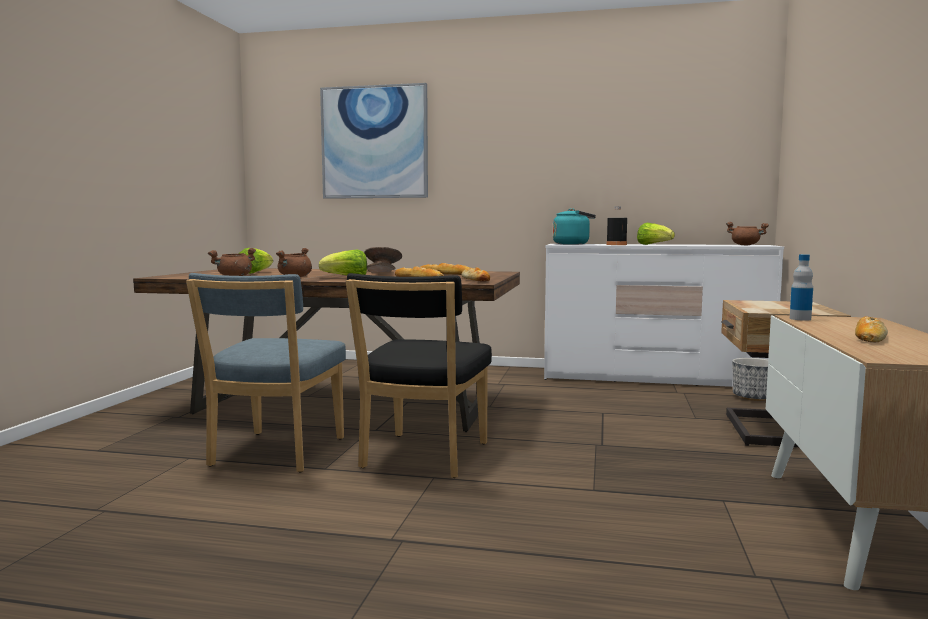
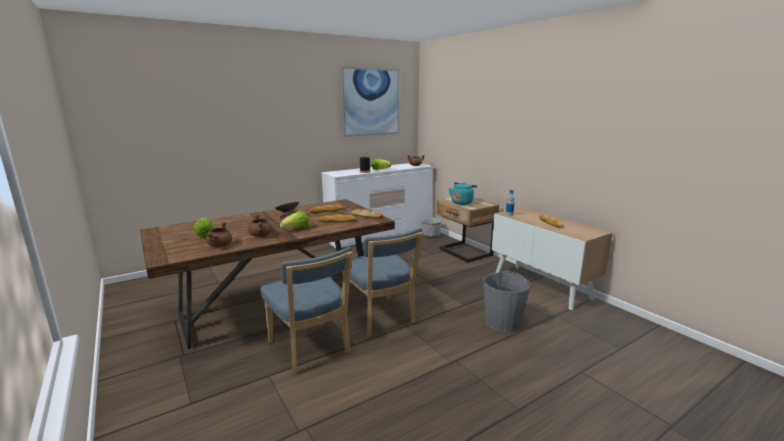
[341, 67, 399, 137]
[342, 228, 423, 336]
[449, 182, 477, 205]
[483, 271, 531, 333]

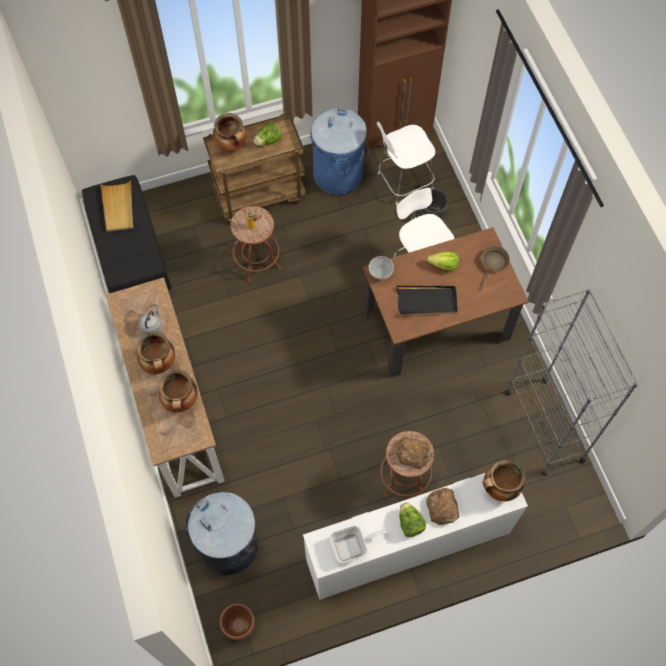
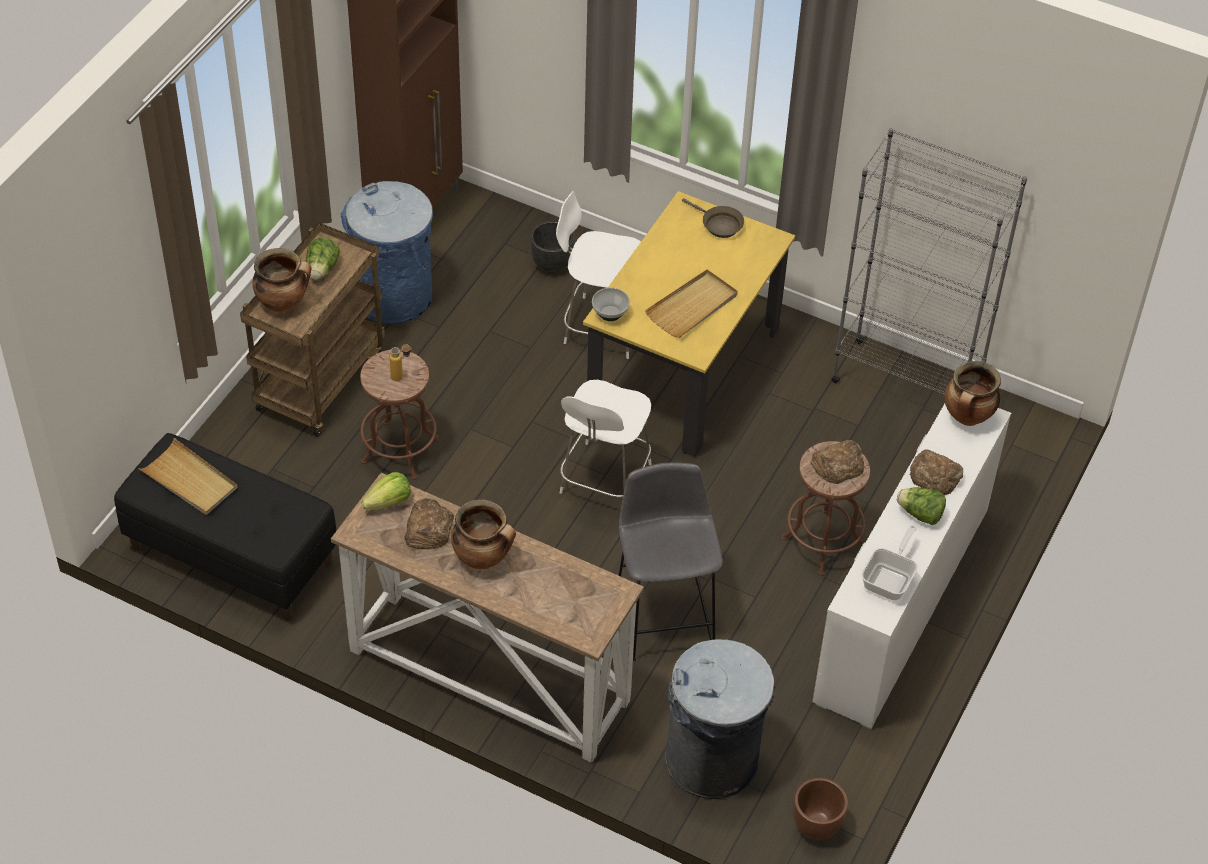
[362, 472, 411, 509]
[405, 498, 454, 549]
[560, 380, 651, 498]
[583, 191, 795, 457]
[618, 462, 723, 661]
[645, 270, 738, 338]
[682, 198, 744, 238]
[159, 369, 198, 412] (first image)

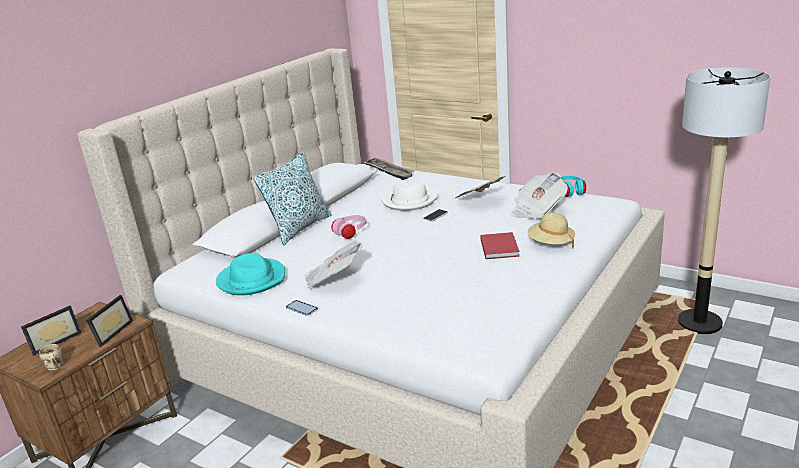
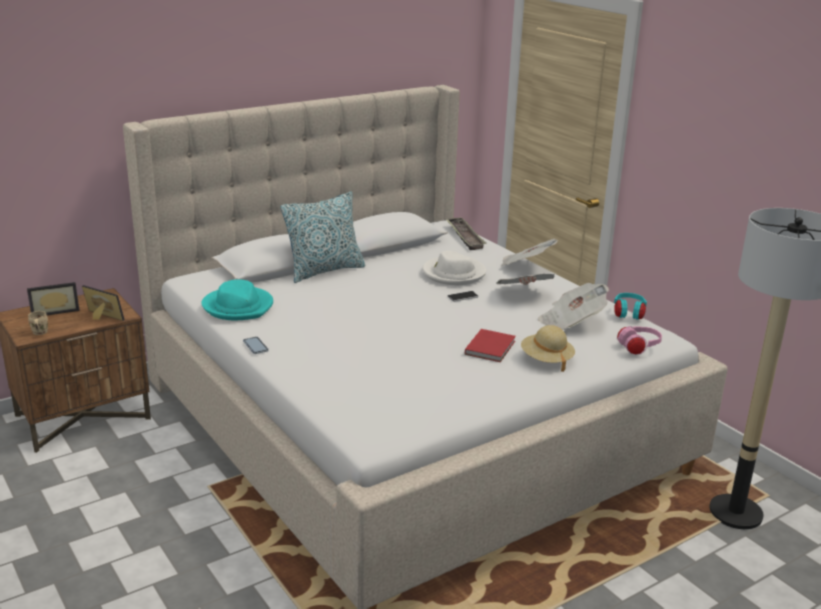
[82, 285, 125, 321]
[502, 238, 558, 266]
[617, 326, 662, 355]

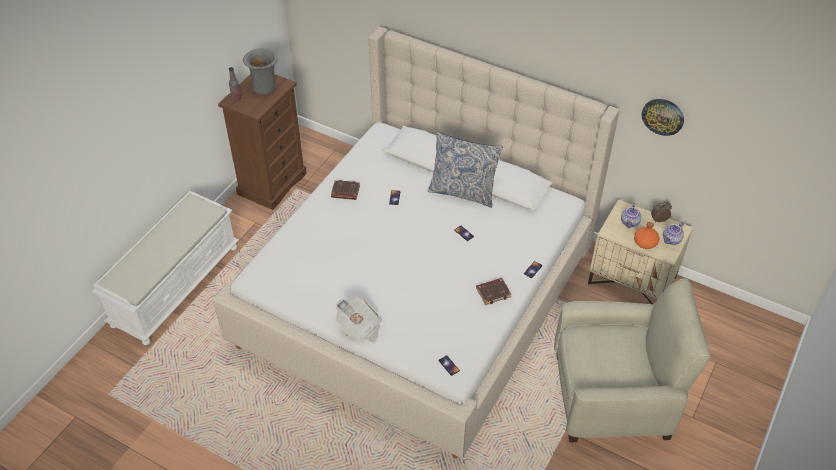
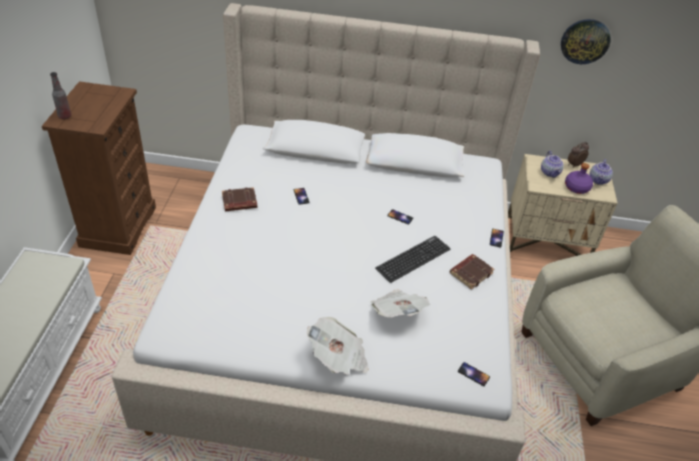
[371, 289, 430, 317]
[375, 236, 450, 283]
[565, 163, 593, 194]
[243, 49, 278, 94] (first image)
[428, 132, 503, 208] (first image)

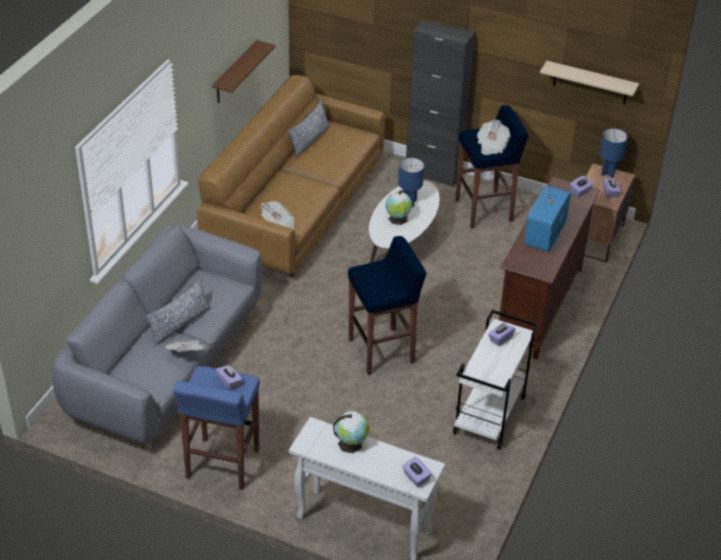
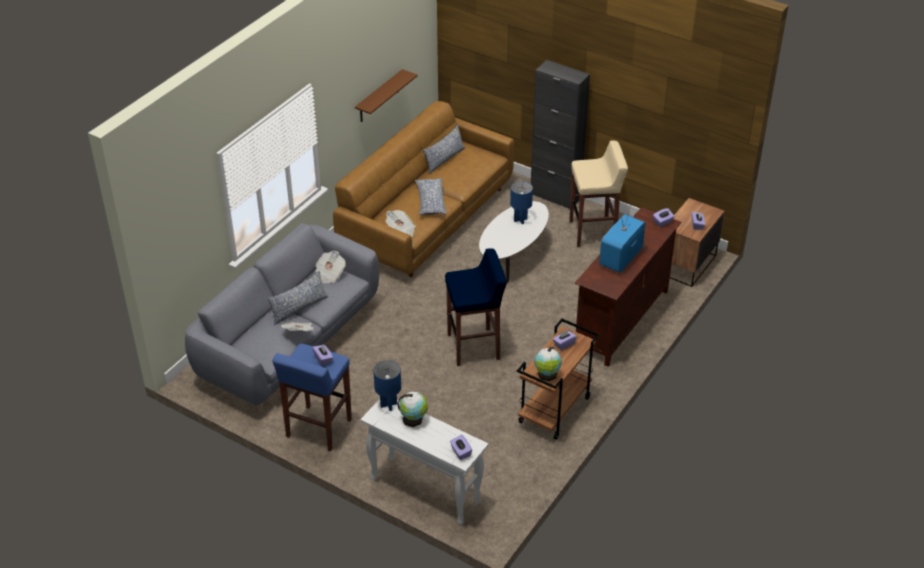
[315, 251, 346, 284]
[373, 360, 401, 411]
[415, 178, 446, 215]
[517, 319, 600, 440]
[534, 347, 562, 381]
[569, 140, 628, 247]
[540, 61, 639, 104] (first image)

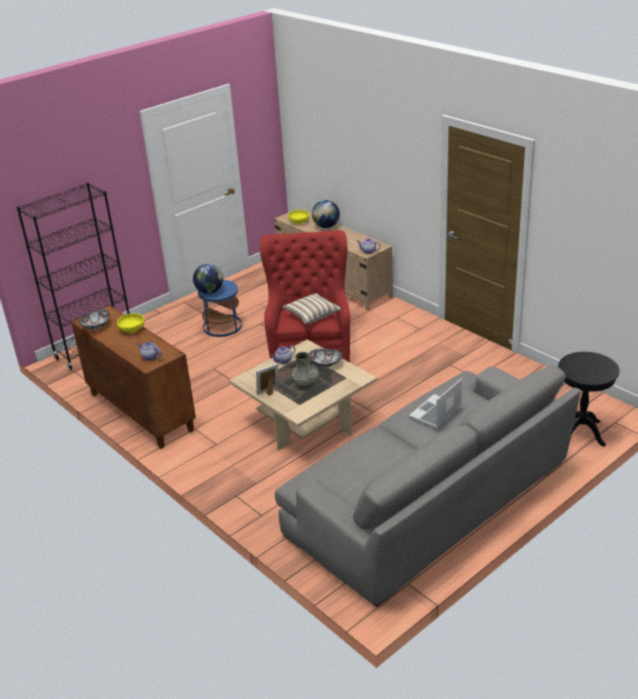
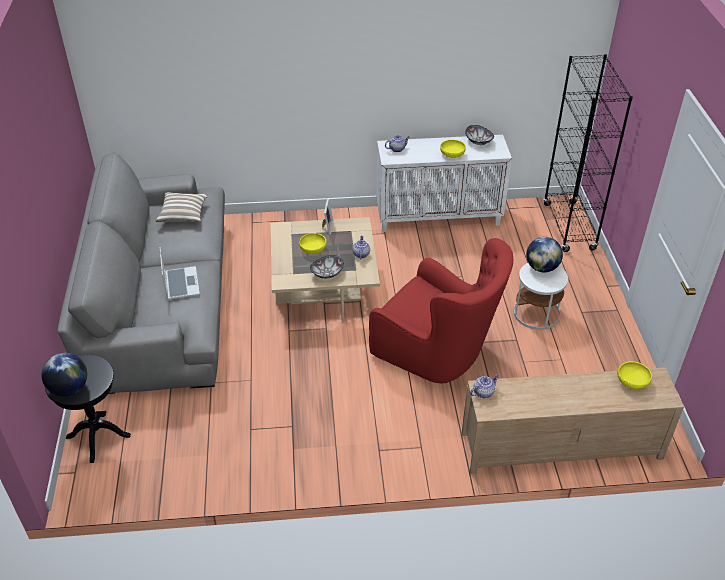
[42, 353, 87, 396]
[156, 192, 208, 222]
[299, 233, 327, 254]
[376, 135, 512, 232]
[514, 263, 568, 330]

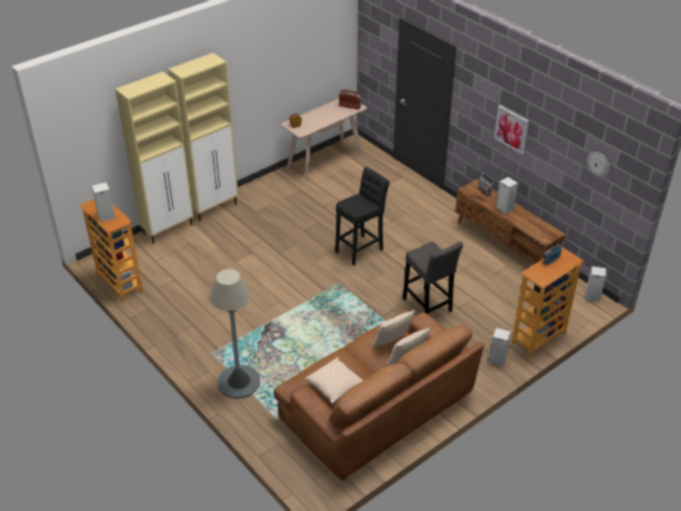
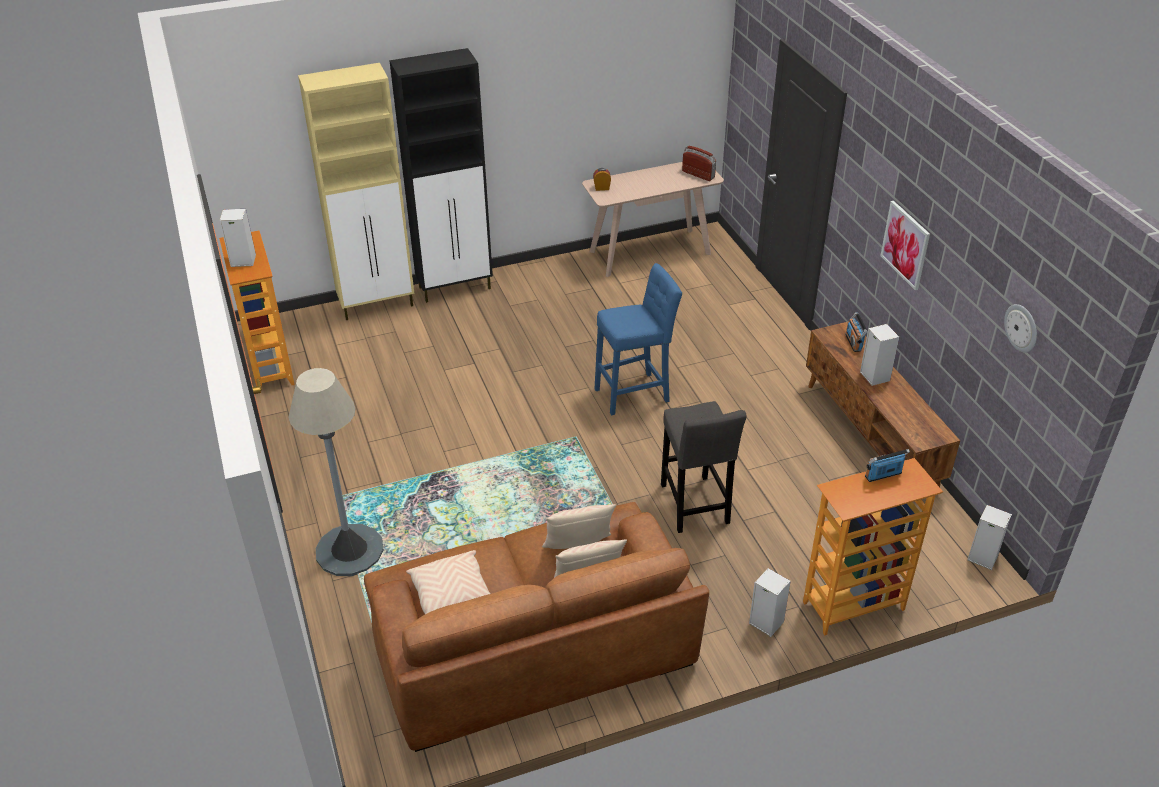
[389, 48, 493, 303]
[594, 263, 682, 415]

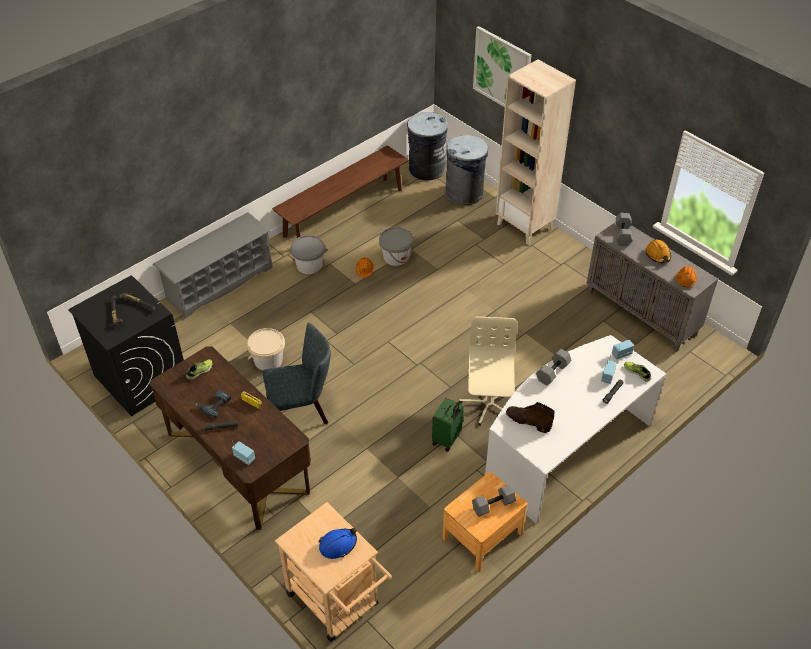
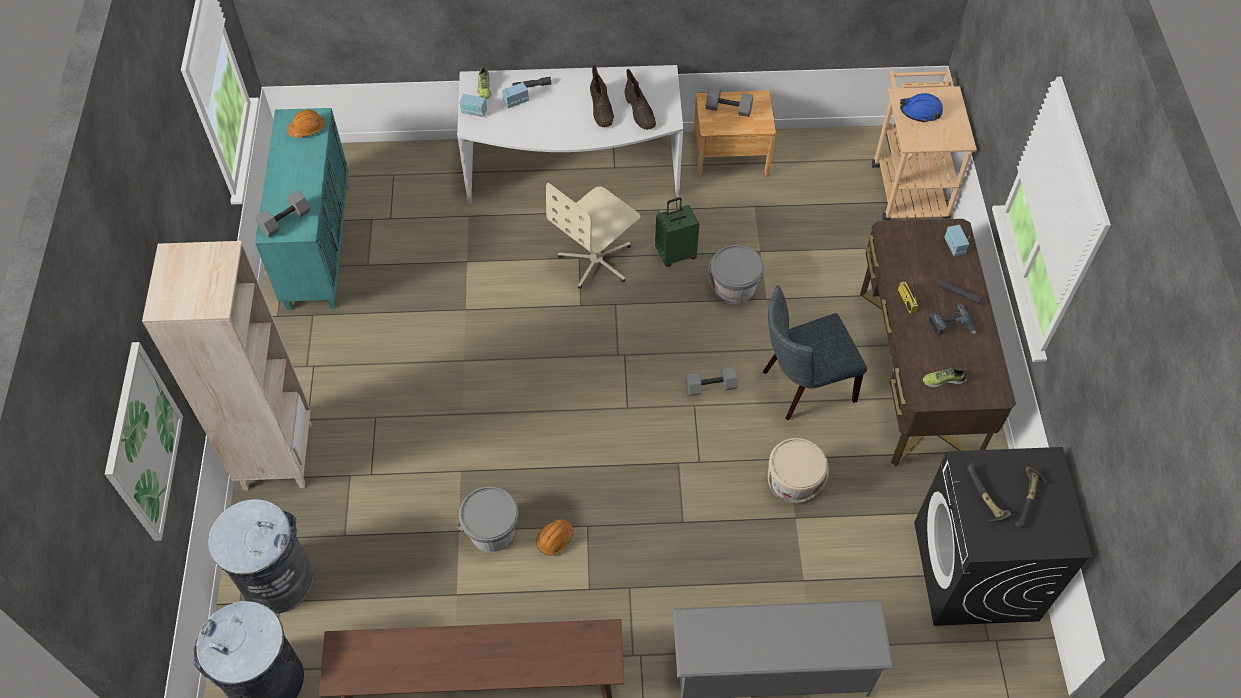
[255, 108, 349, 310]
[590, 65, 614, 127]
[685, 367, 738, 396]
[708, 245, 764, 304]
[763, 285, 867, 420]
[646, 240, 671, 263] (first image)

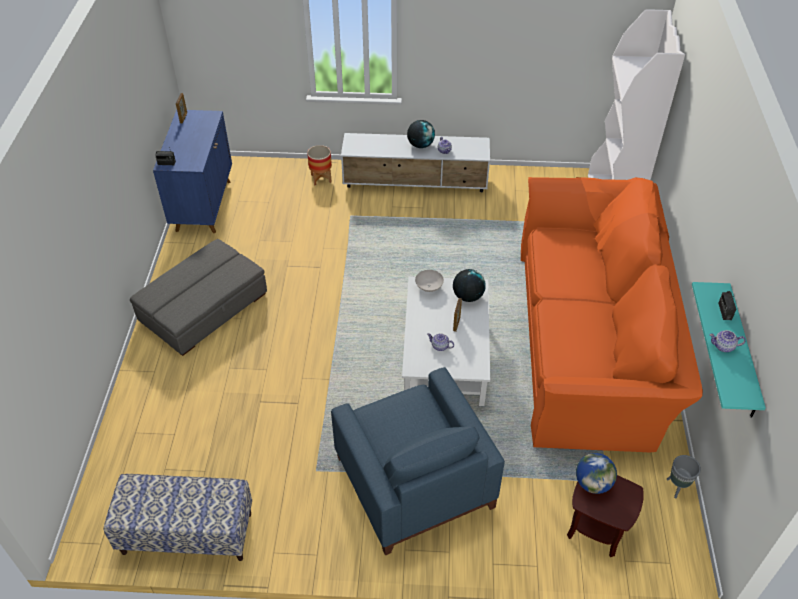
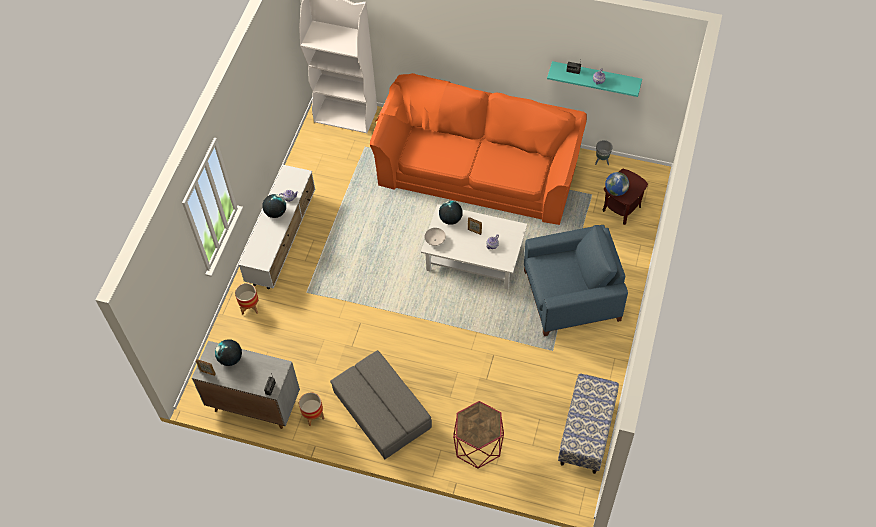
[192, 341, 300, 429]
[215, 339, 242, 366]
[299, 392, 325, 426]
[453, 401, 504, 469]

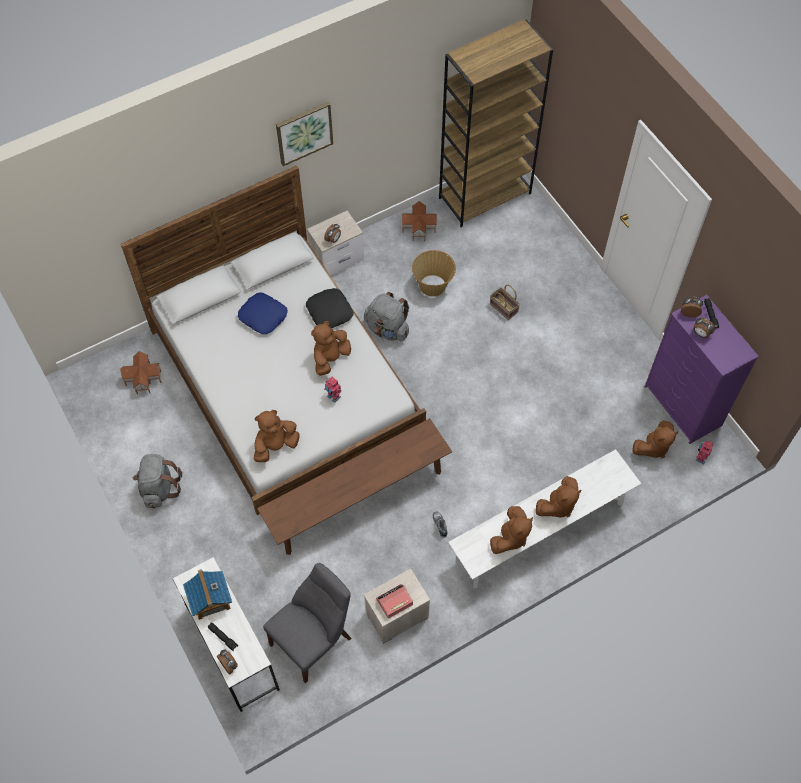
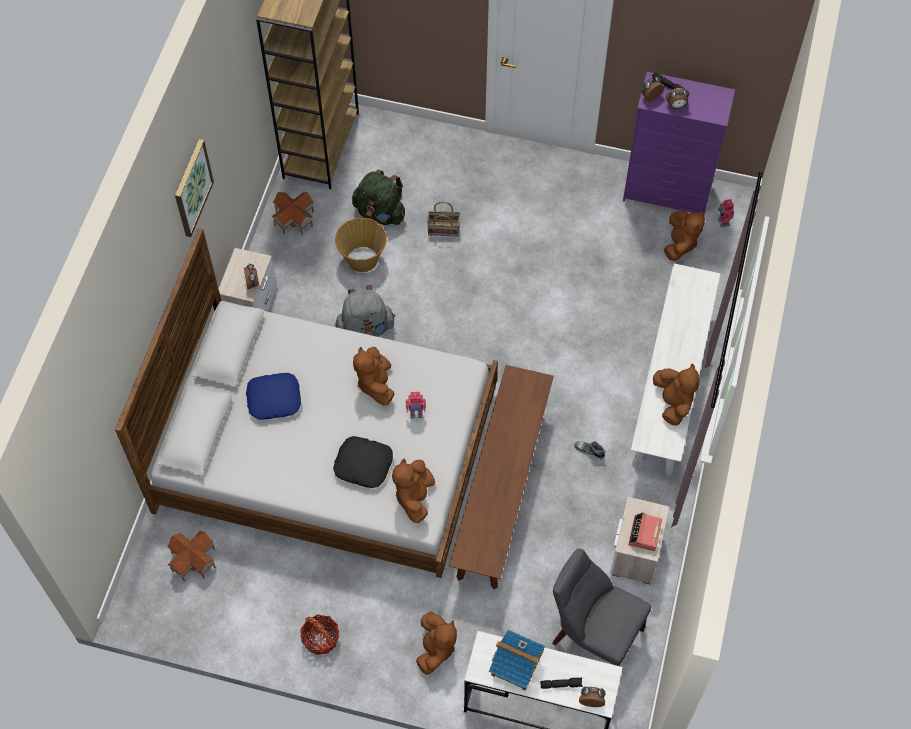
[300, 614, 339, 655]
[333, 436, 393, 488]
[352, 170, 405, 225]
[416, 612, 457, 675]
[552, 548, 651, 666]

